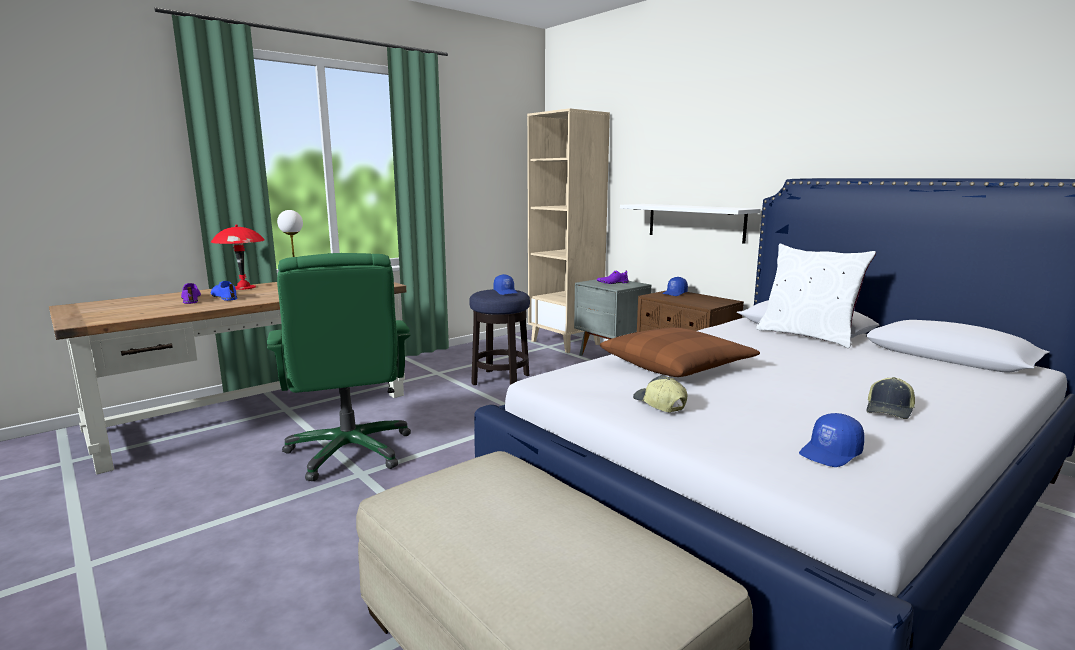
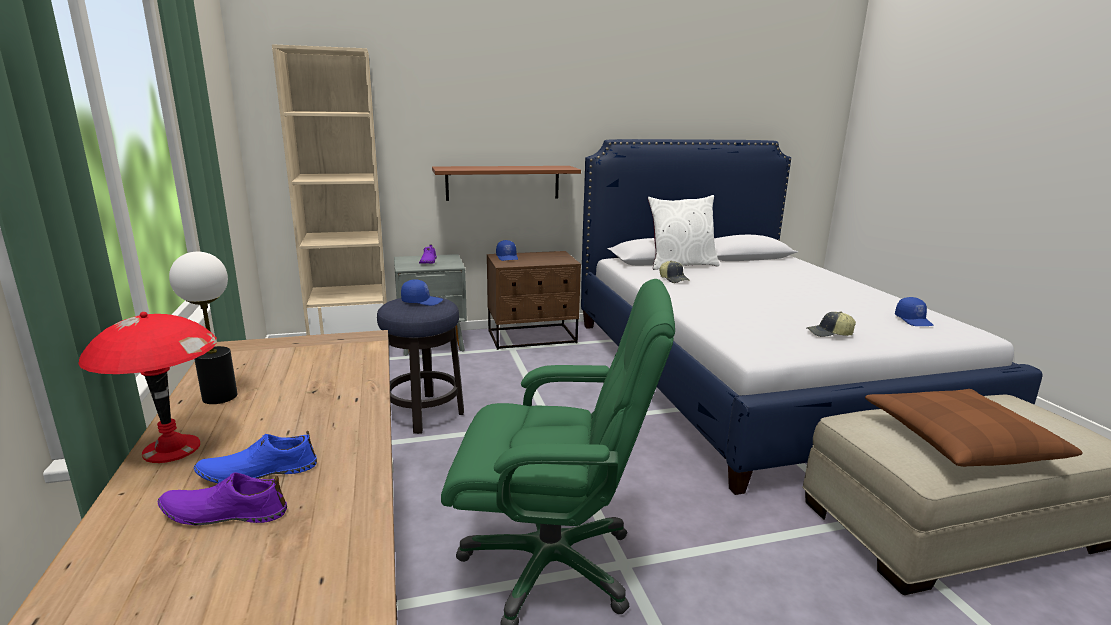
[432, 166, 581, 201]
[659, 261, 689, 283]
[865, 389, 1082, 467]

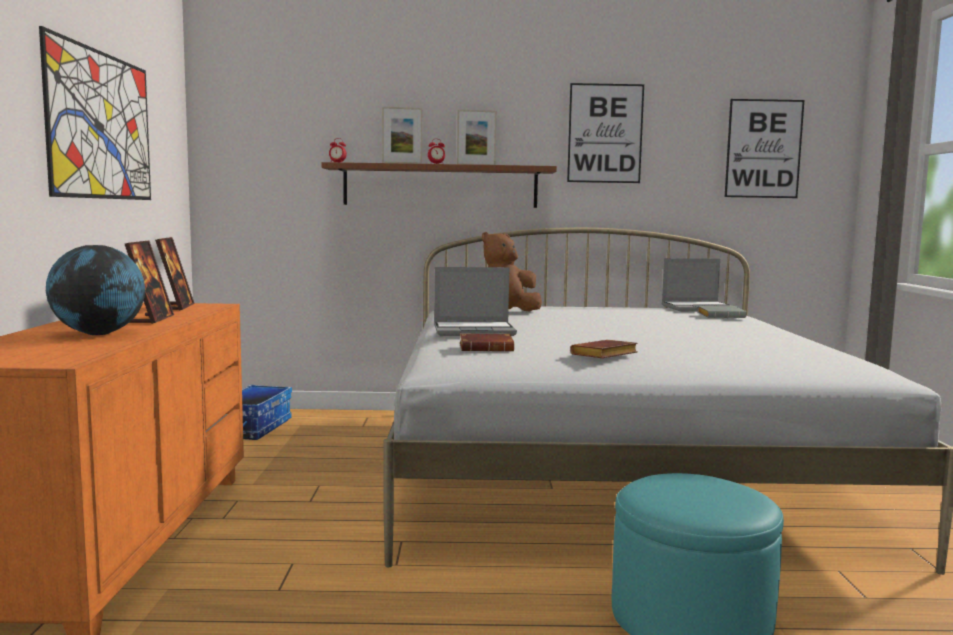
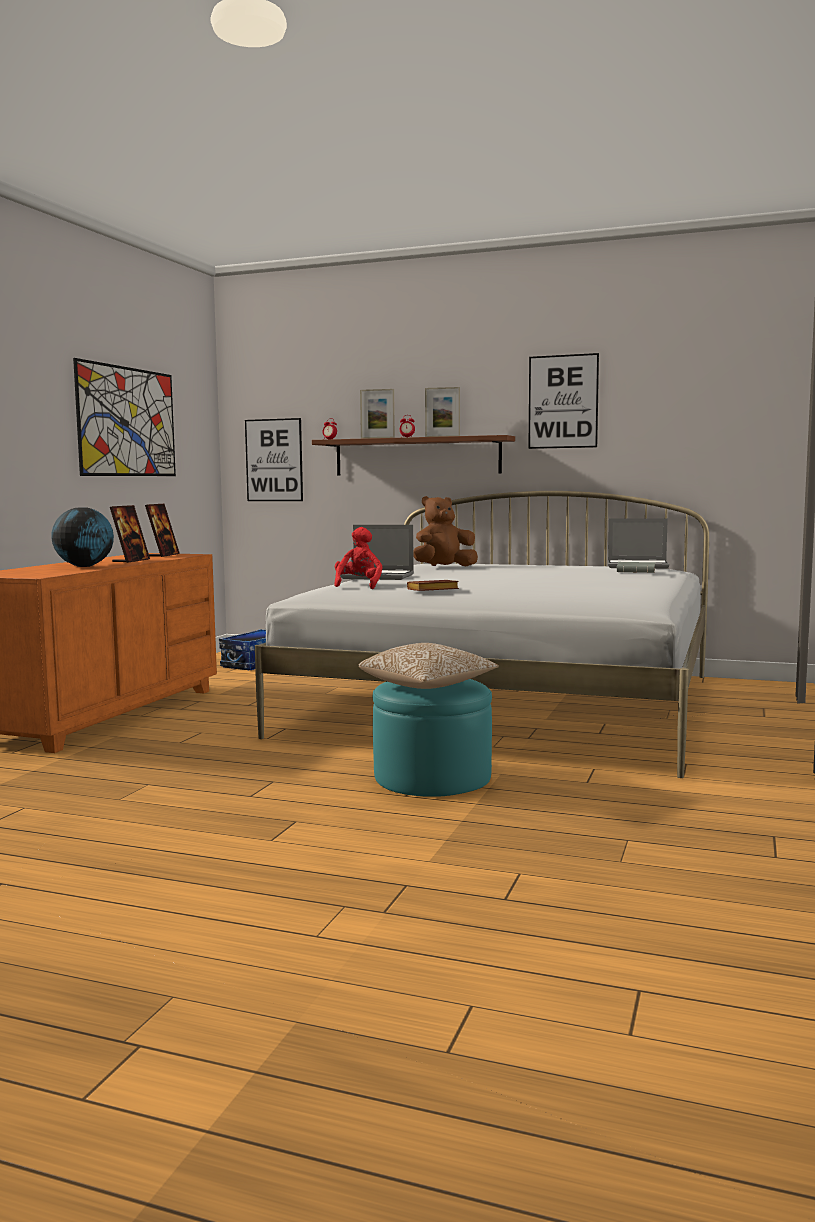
[245, 418, 303, 501]
[334, 527, 382, 589]
[359, 643, 499, 689]

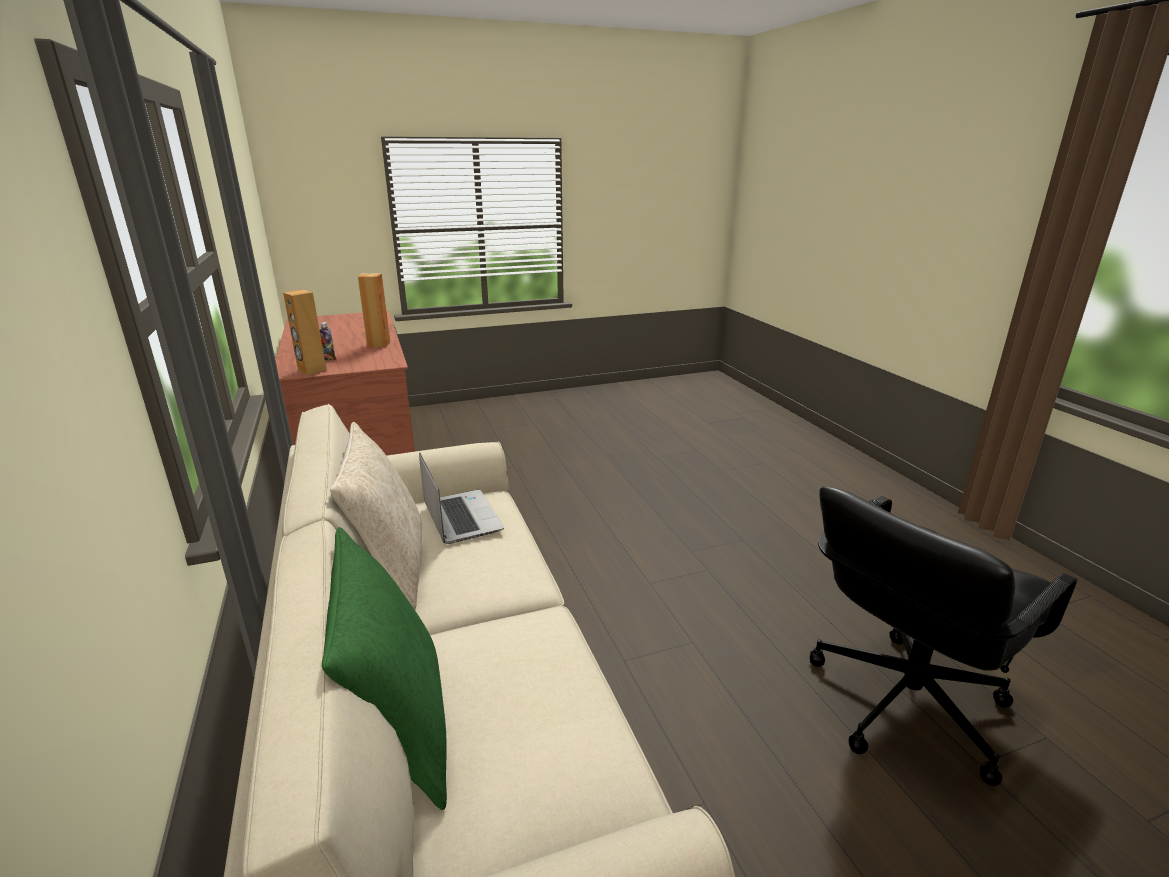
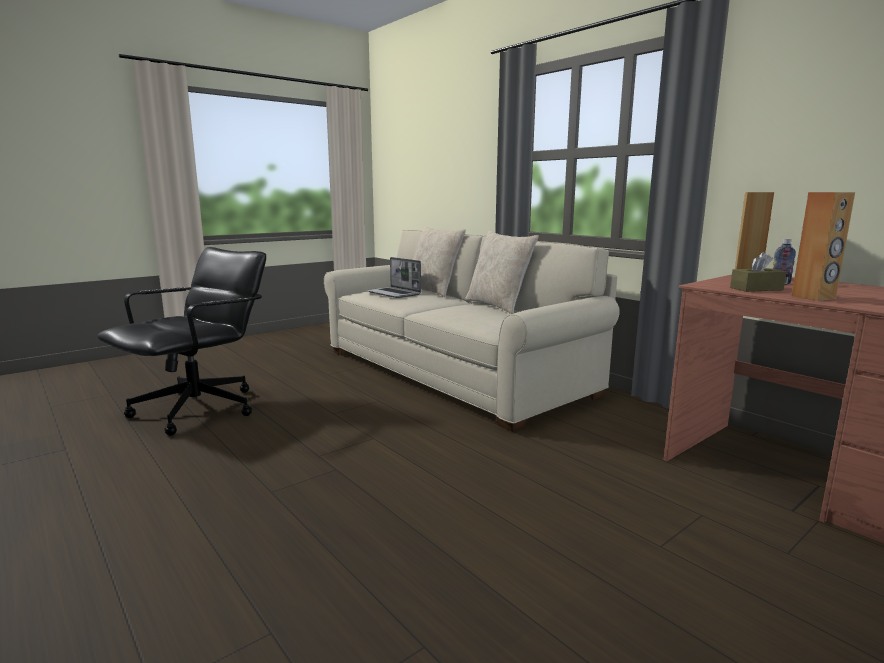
[367, 257, 421, 298]
[413, 226, 466, 297]
[730, 252, 786, 292]

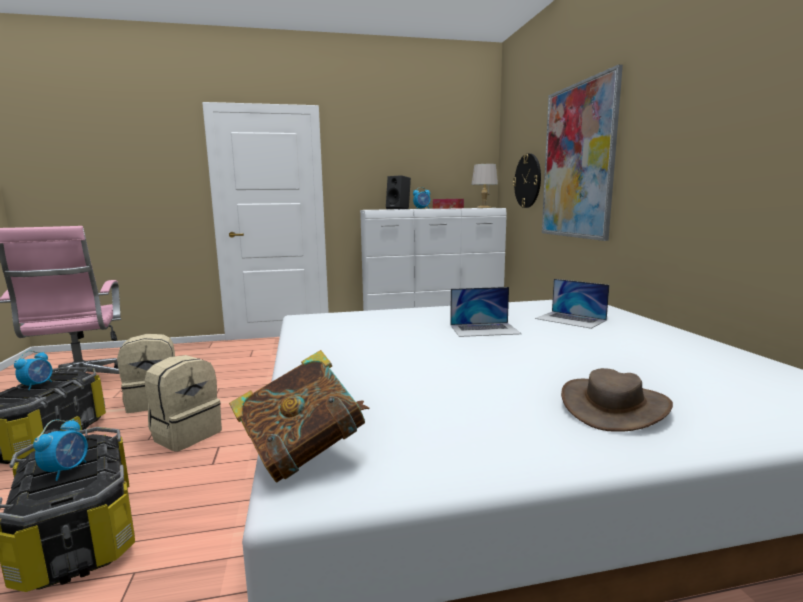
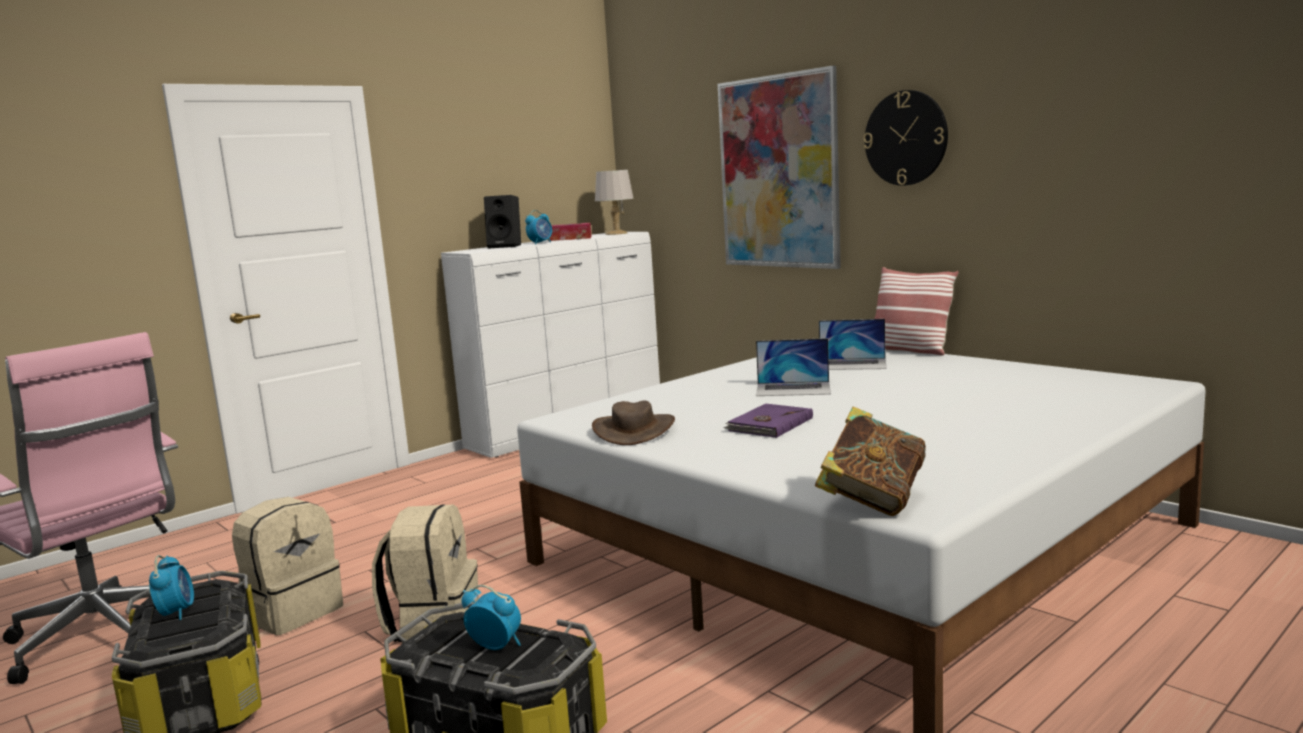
[461, 585, 521, 650]
[592, 401, 675, 445]
[724, 404, 813, 438]
[756, 338, 831, 396]
[863, 90, 948, 186]
[874, 267, 959, 356]

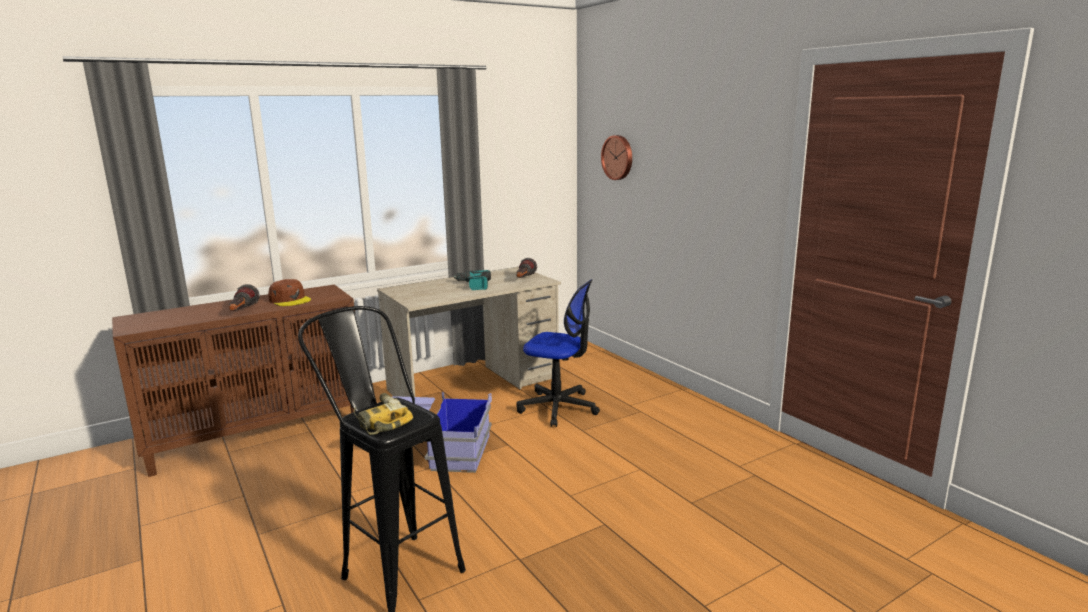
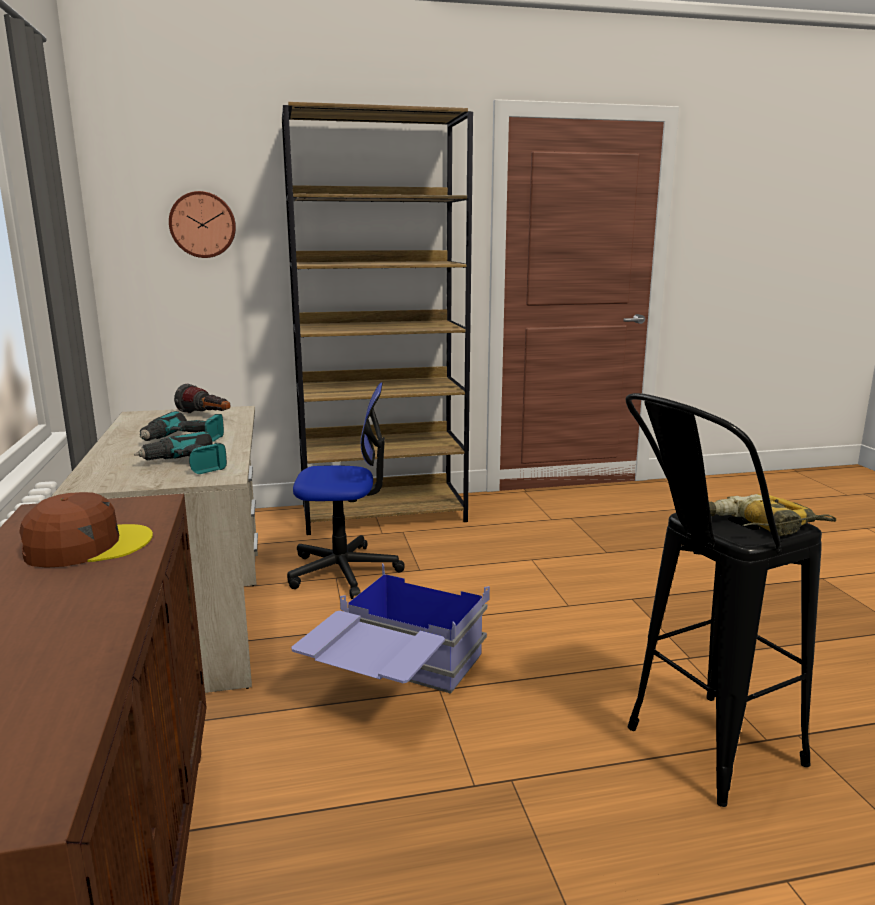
[134, 431, 227, 474]
[282, 102, 473, 535]
[287, 382, 405, 599]
[229, 284, 260, 311] (first image)

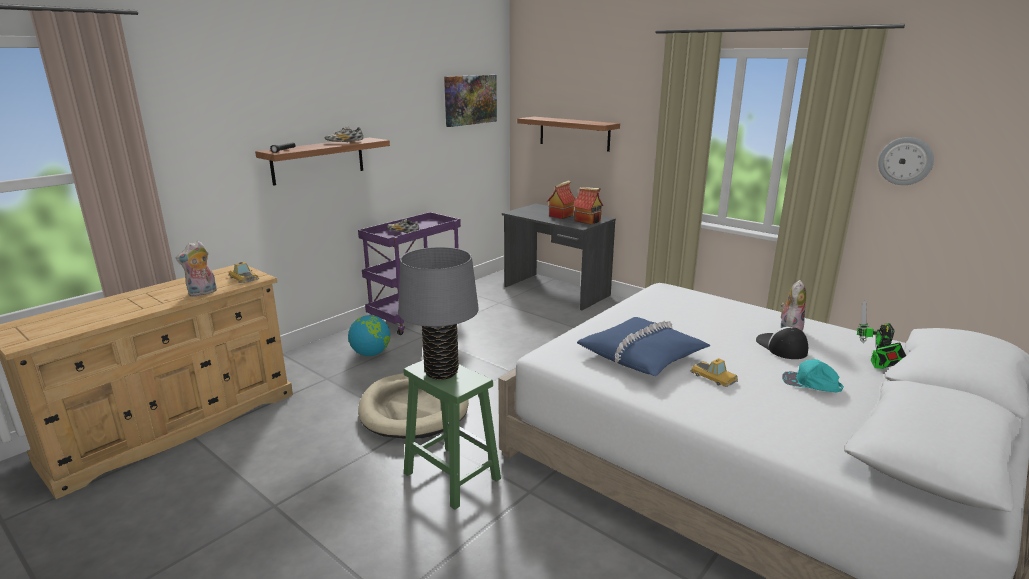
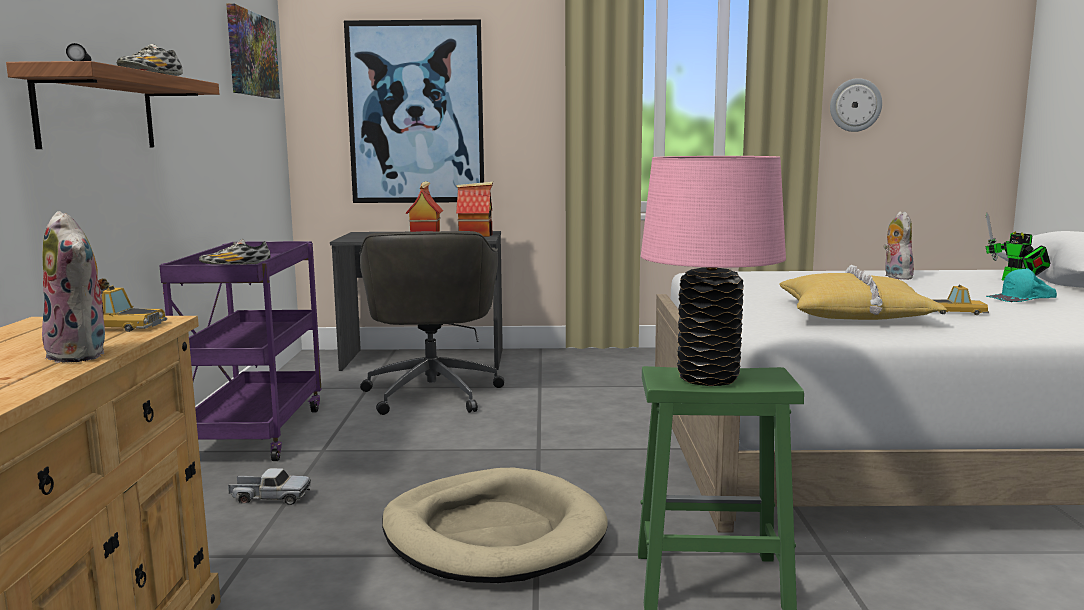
[40, 211, 110, 363]
[228, 468, 311, 505]
[344, 19, 484, 203]
[359, 231, 504, 415]
[641, 156, 786, 386]
[779, 265, 947, 320]
[756, 327, 808, 359] (first image)

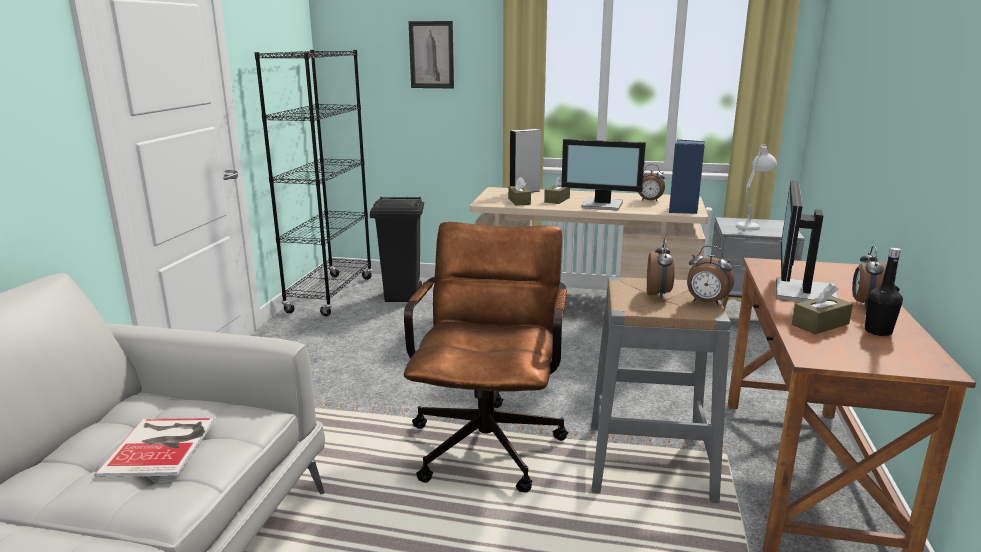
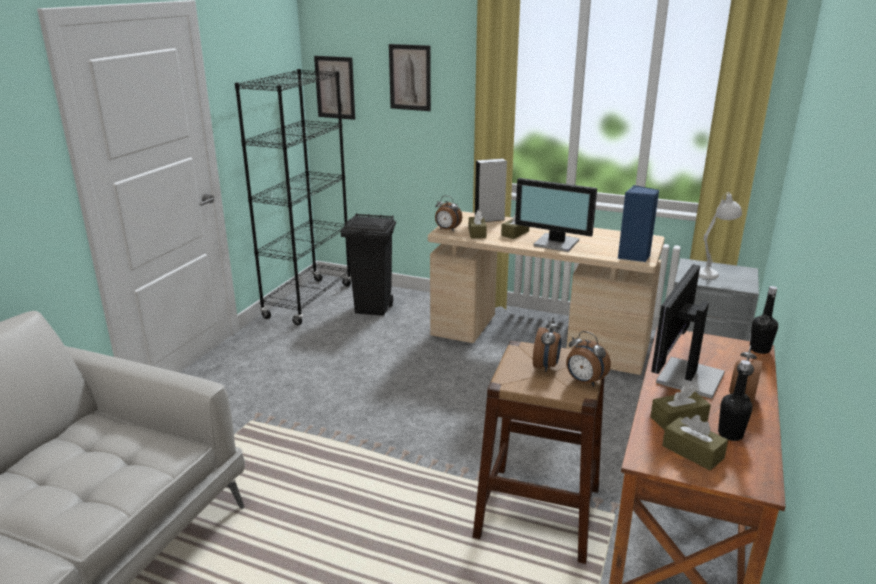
[314, 56, 355, 120]
[435, 196, 462, 231]
[473, 341, 605, 564]
[662, 415, 728, 470]
[750, 286, 778, 354]
[95, 418, 214, 477] (first image)
[404, 222, 568, 493] (first image)

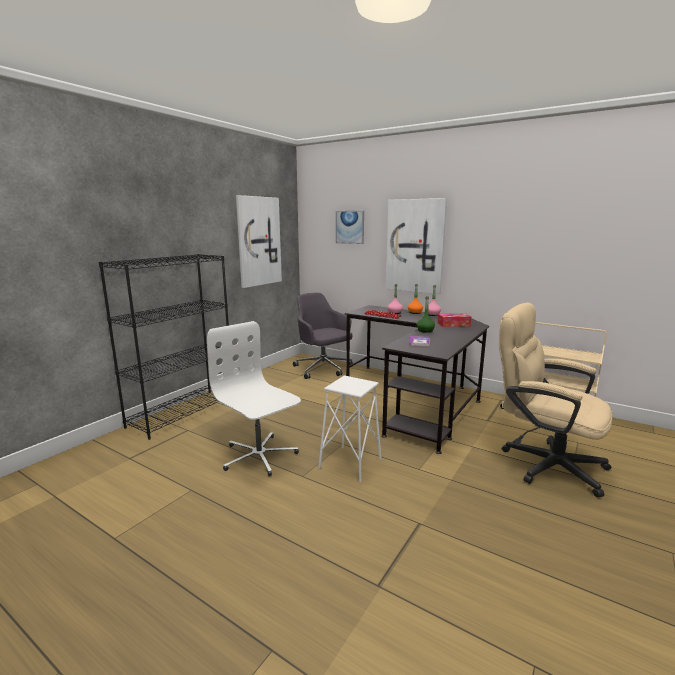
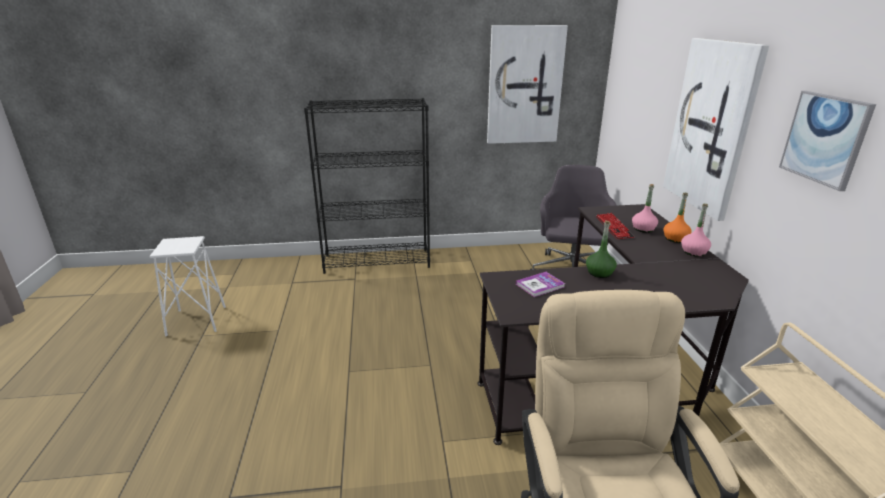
[149, 236, 226, 336]
[779, 91, 876, 191]
[207, 321, 301, 476] (first image)
[438, 313, 472, 327] (first image)

